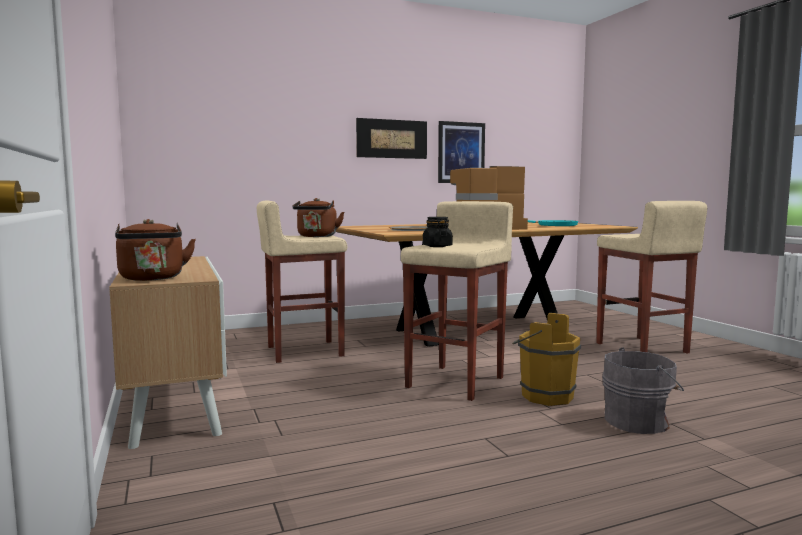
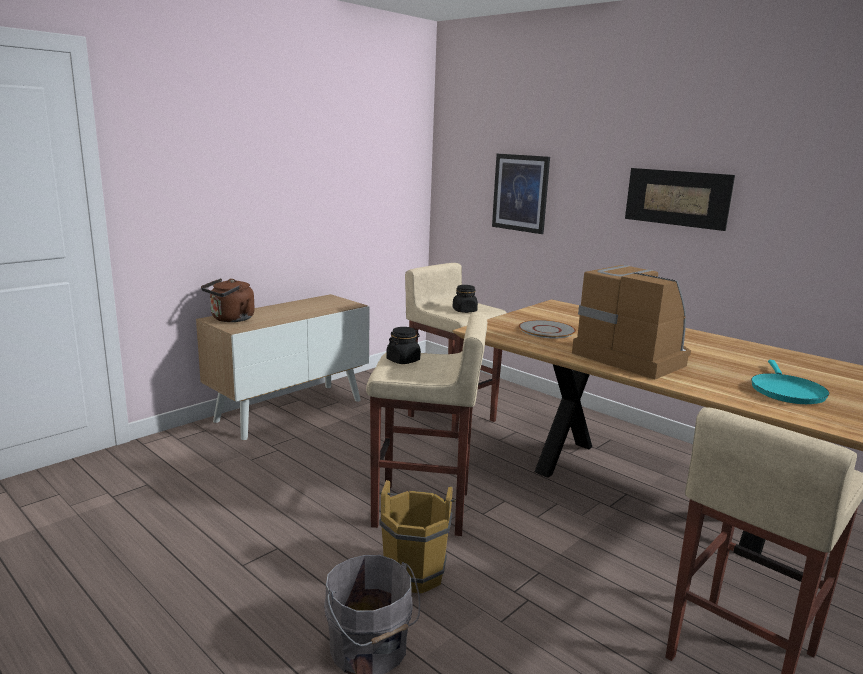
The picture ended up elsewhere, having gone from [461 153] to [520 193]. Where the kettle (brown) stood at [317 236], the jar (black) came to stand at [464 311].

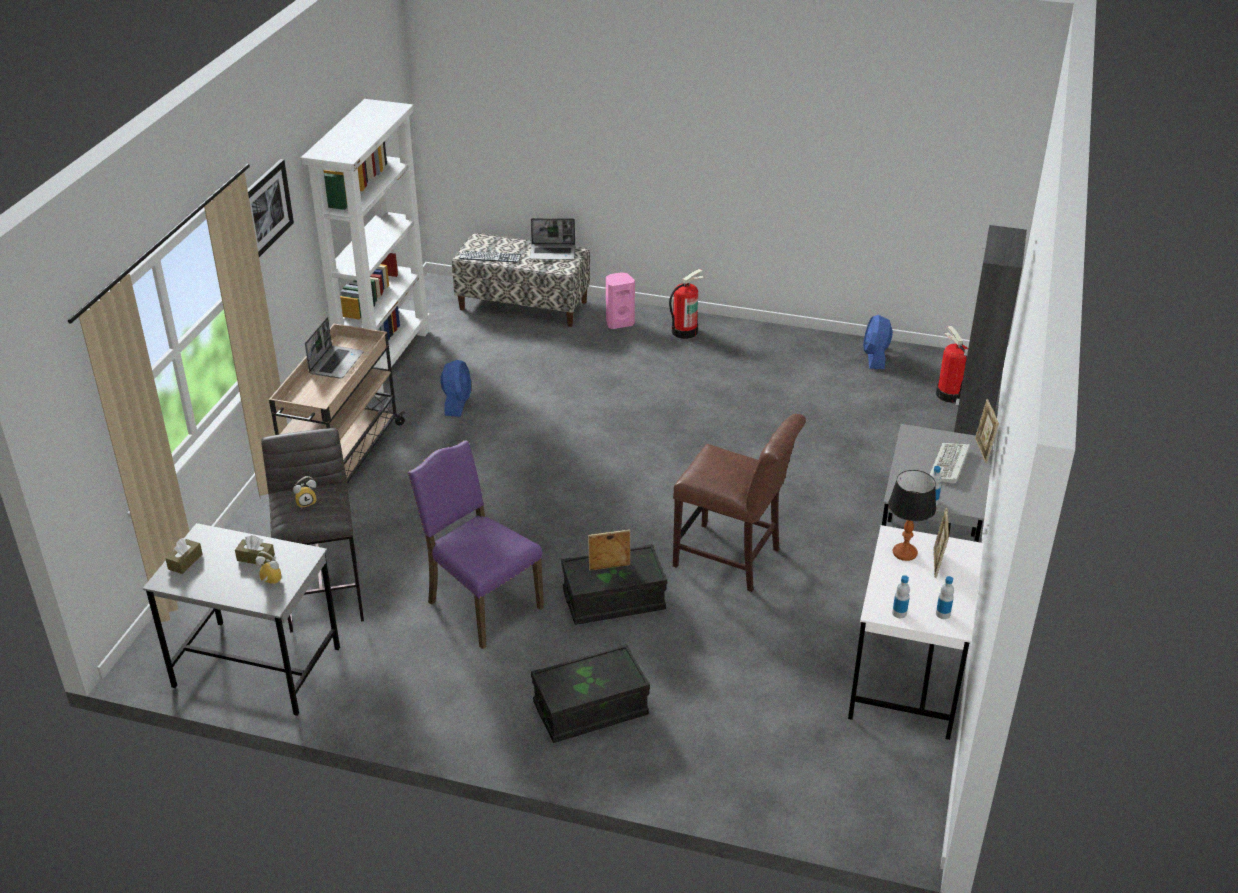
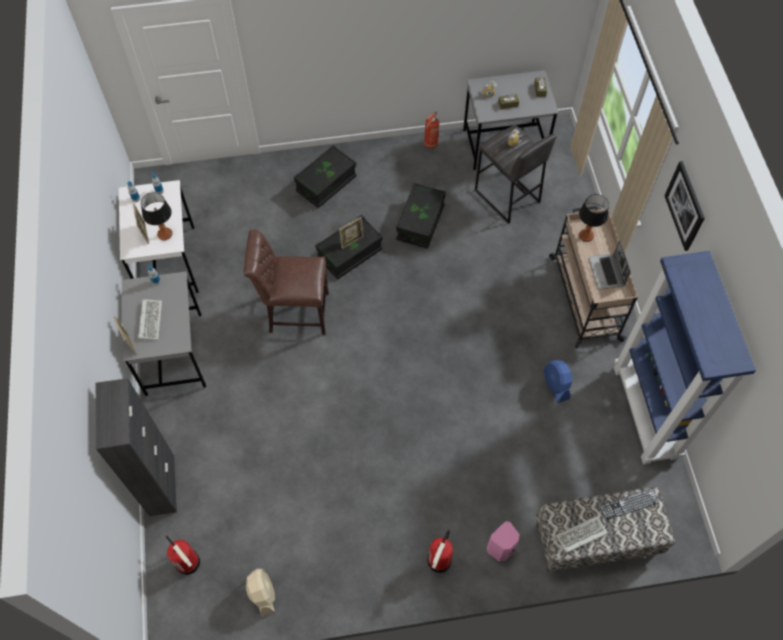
What was the bookcase (white) at [385 359] turned into the bookcase (blue) at [646 413]. Where the laptop stood at [553 253], the keyboard came to stand at [580 536]. What was the fan (blue) at [875 357] turned into the fan (beige) at [262 593]. Where the chair (purple) stood at [481 605], the storage box (black) came to stand at [420 223]. The second view gained the fire extinguisher at [430 144]. The second view gained the table lamp at [586 235].

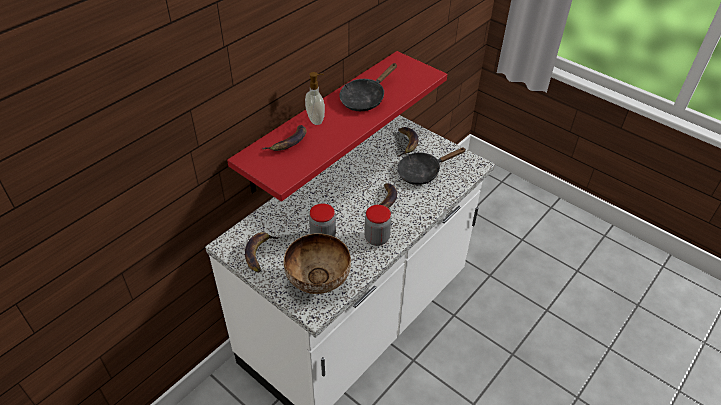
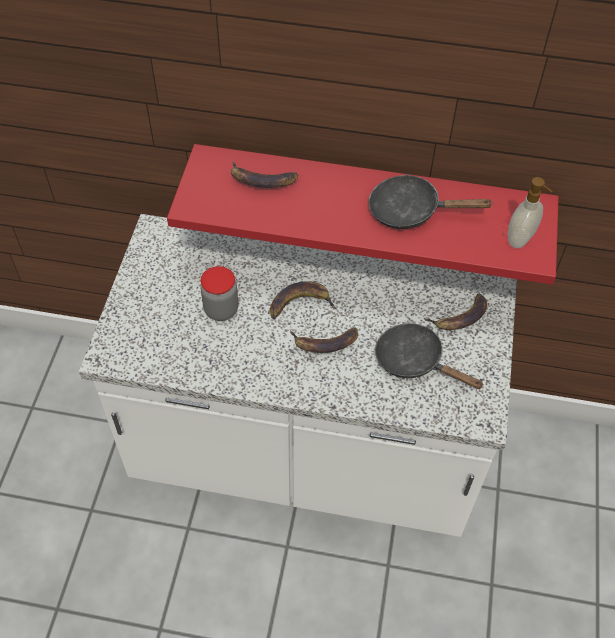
The soap dispenser ended up elsewhere, having gone from [316 119] to [521 239]. The second view lost the jar at [377 238]. The banana ended up elsewhere, having gone from [259 253] to [300 303]. The second view lost the bowl at [317 283].

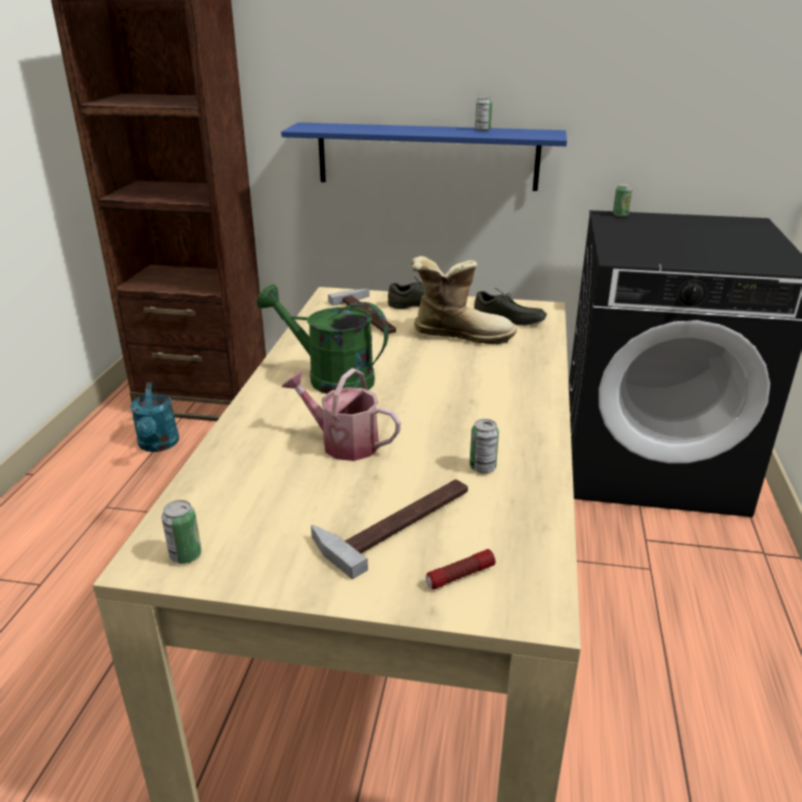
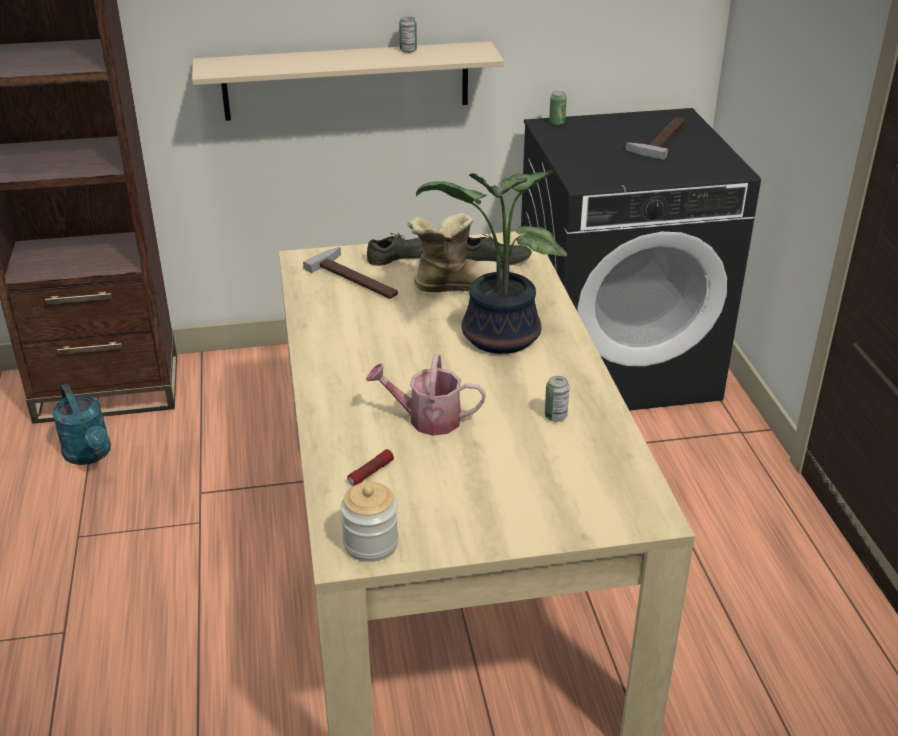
What was the shelf (blue) at [427 156] turned into the shelf (beige) at [346 81]. The second view lost the watering can (green) at [330 378]. The hammer ended up elsewhere, having gone from [396 520] to [659 138]. Where the can stood at [185 555], the jar came to stand at [371 543]. The flashlight ended up elsewhere, having gone from [460 576] to [370 473]. The second view gained the potted plant at [496 338].

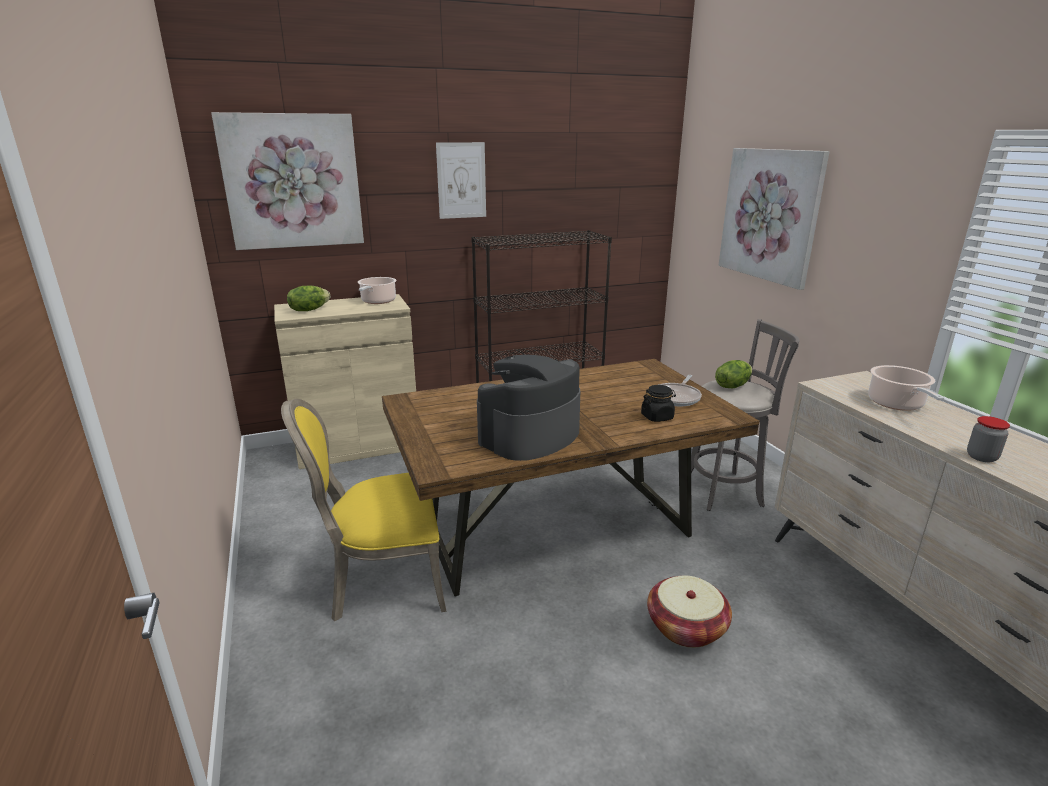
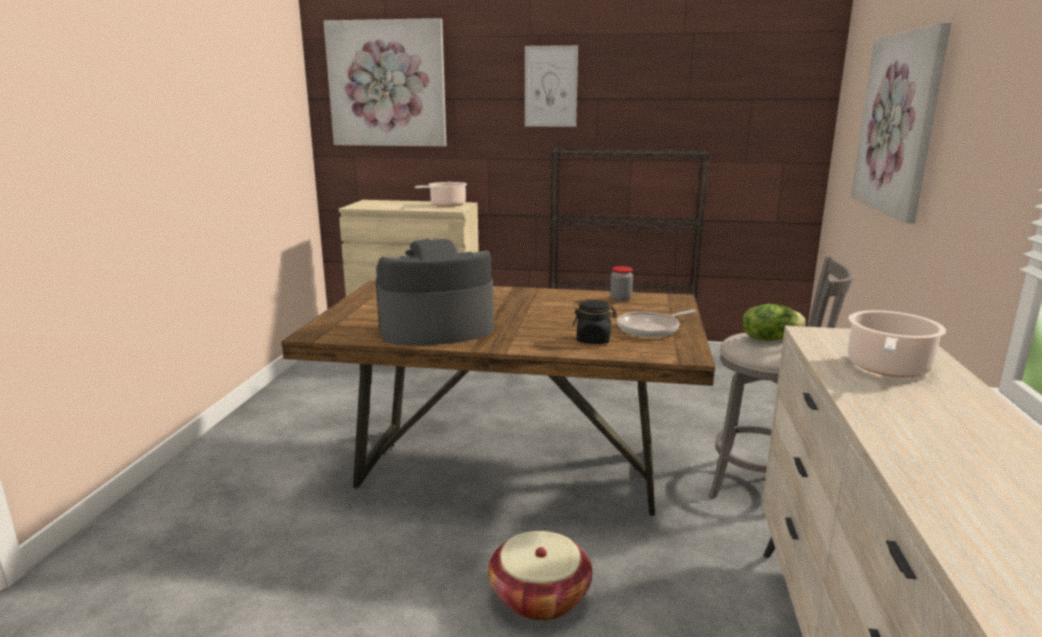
The second view lost the lettuce at [309 310]. The second view lost the chair (yellow) at [382 582]. The jar ended up elsewhere, having gone from [981 457] to [620 299].

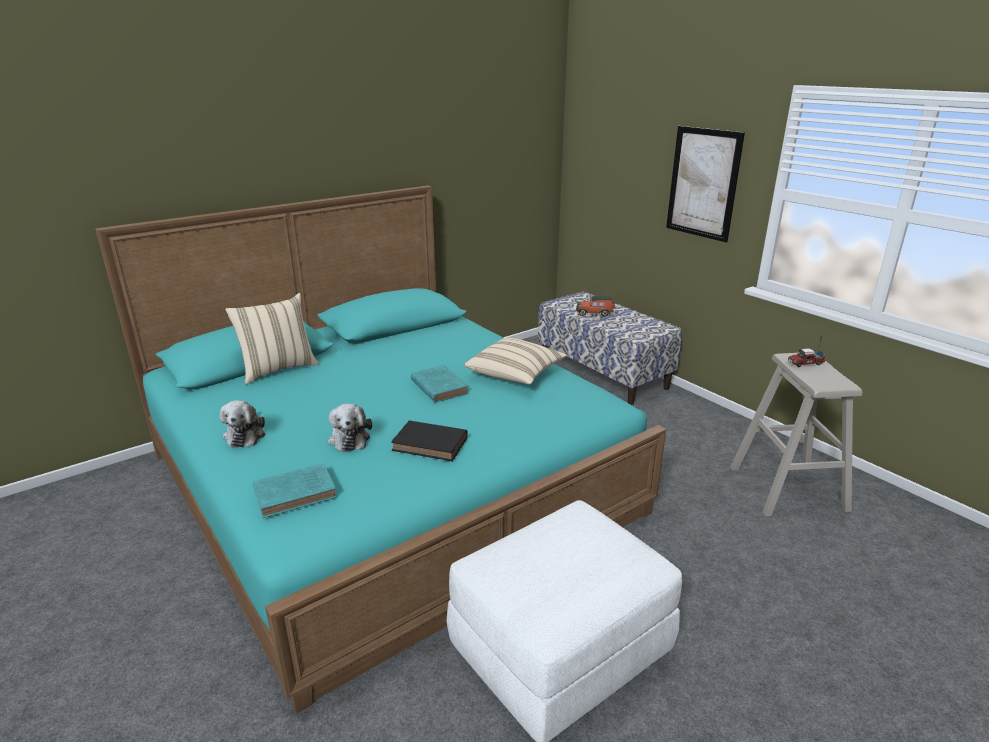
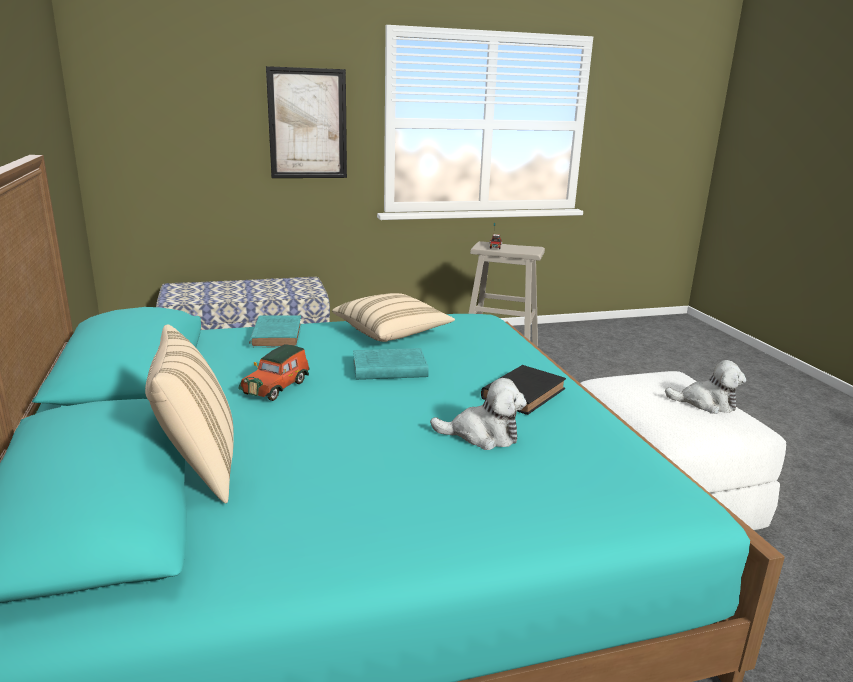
The toy car ended up elsewhere, having gone from [595 313] to [277 386]. The plush toy ended up elsewhere, having gone from [245 434] to [706 403]. The book (turquoise) ended up elsewhere, having gone from [297 493] to [277 335].

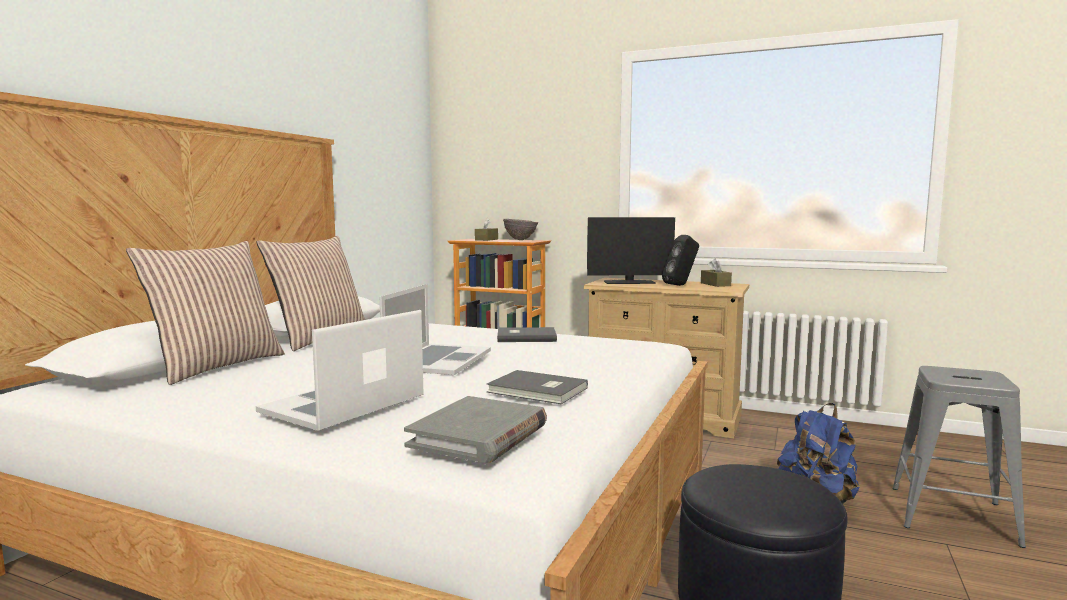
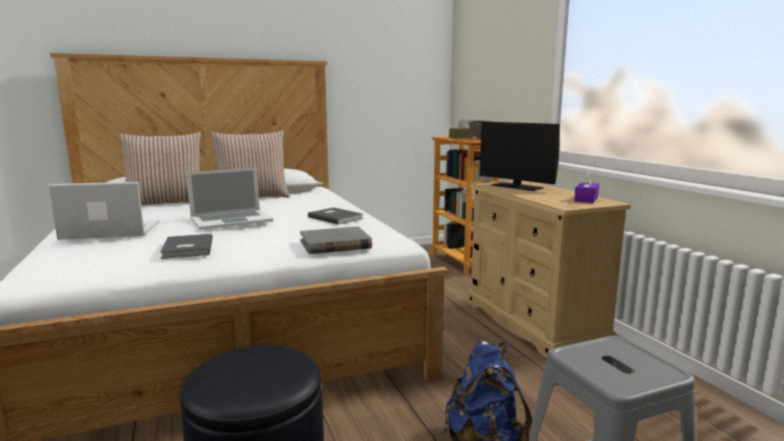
The second view lost the speaker (black) at [681 285]. What was the tissue box (brown) at [715 284] turned into the tissue box (purple) at [586 199]. The book (grey) ended up elsewhere, having gone from [479 435] to [335 244].

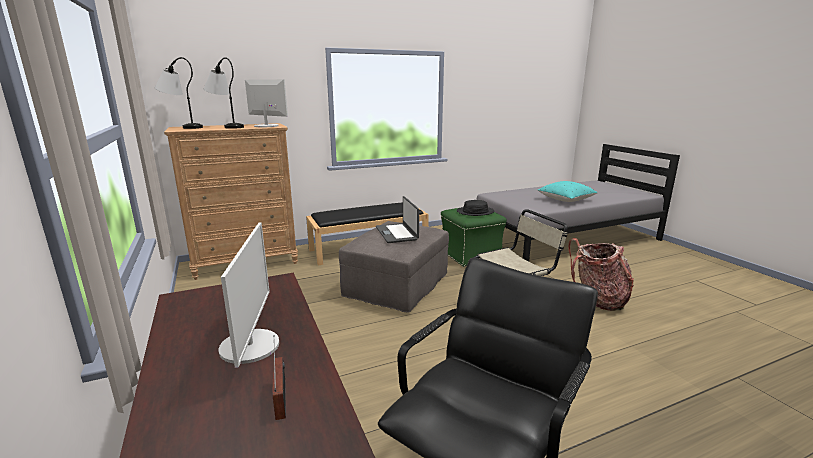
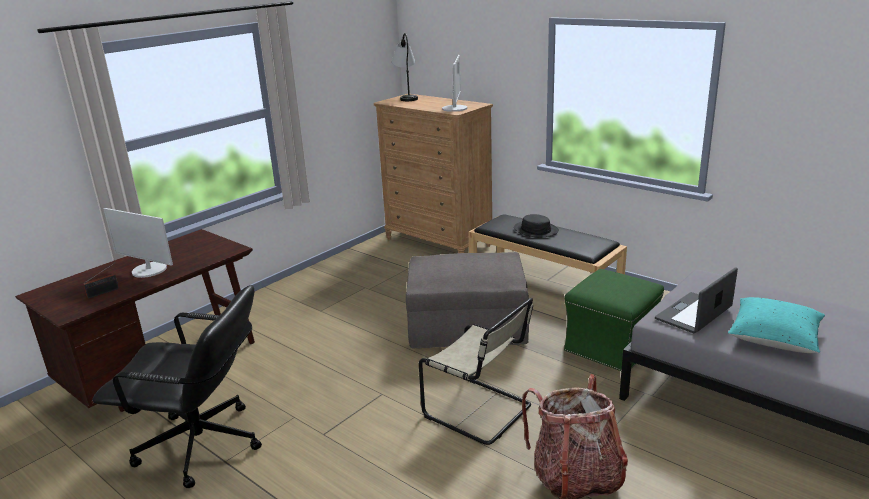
The second view lost the table lamp at [227 126]. The laptop ended up elsewhere, having gone from [397 233] to [694 314]. The hat (black) ended up elsewhere, having gone from [475 212] to [535 230]. The monitor at [250 346] ended up facing another way, 60 degrees clockwise from before.

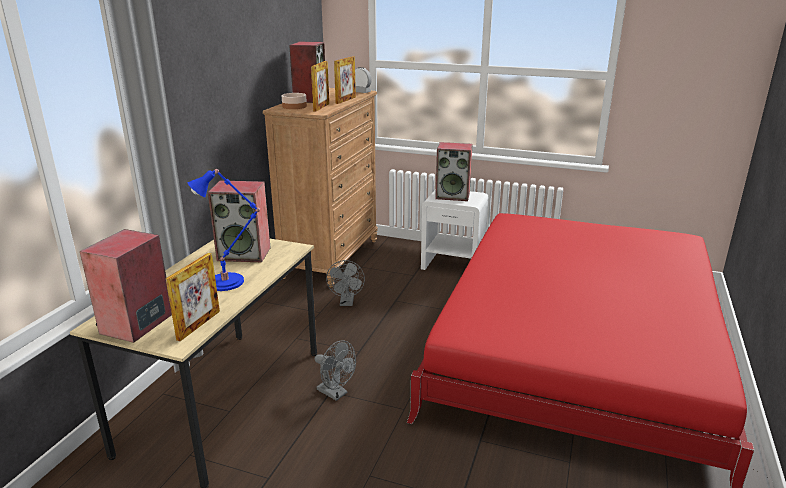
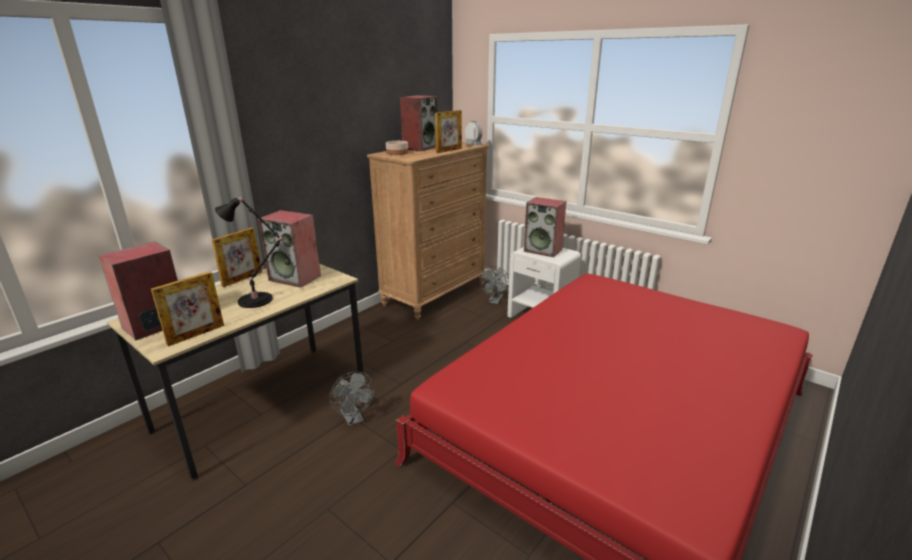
The picture frame ended up elsewhere, having gone from [321 107] to [242 279]. What was the table lamp (blue) at [229 282] turned into the table lamp (black) at [258 300]. The fan (grey) ended up elsewhere, having gone from [347 302] to [494 301].

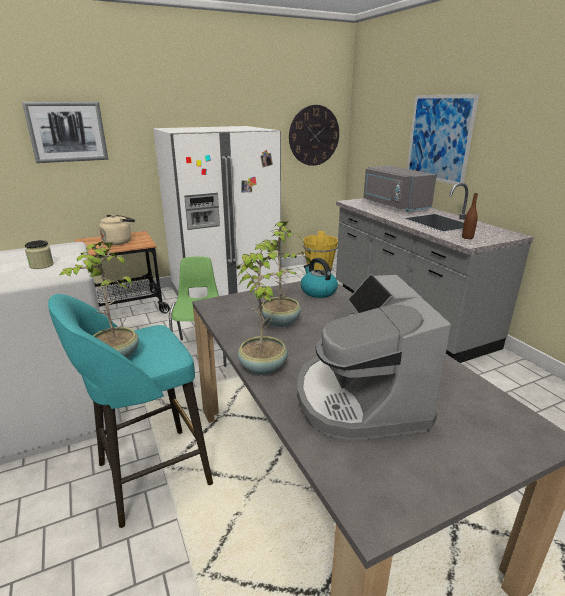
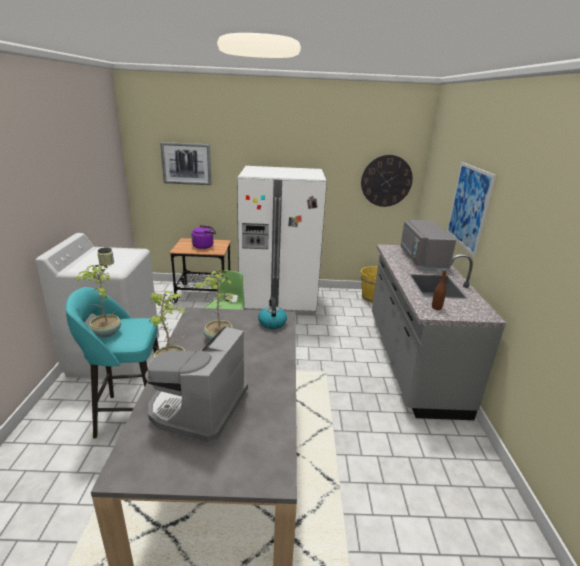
What was the kettle (beige) at [119 242] turned into the kettle (purple) at [204 246].

